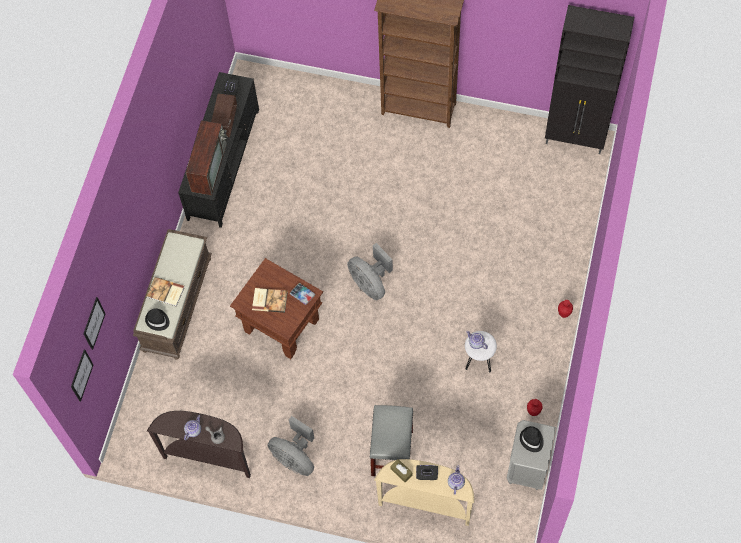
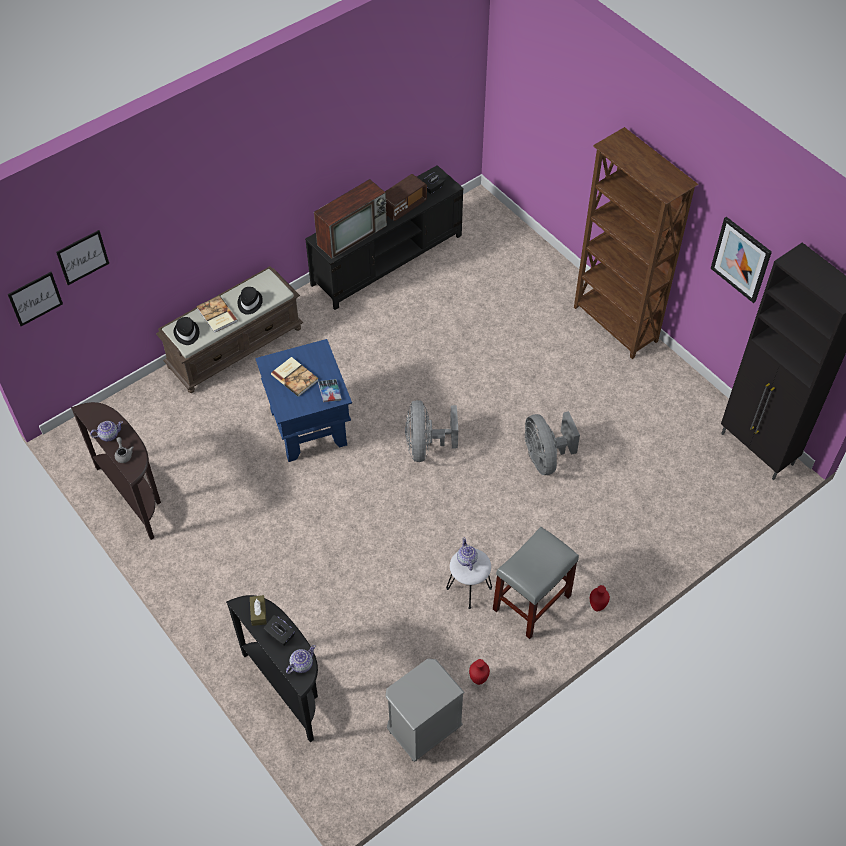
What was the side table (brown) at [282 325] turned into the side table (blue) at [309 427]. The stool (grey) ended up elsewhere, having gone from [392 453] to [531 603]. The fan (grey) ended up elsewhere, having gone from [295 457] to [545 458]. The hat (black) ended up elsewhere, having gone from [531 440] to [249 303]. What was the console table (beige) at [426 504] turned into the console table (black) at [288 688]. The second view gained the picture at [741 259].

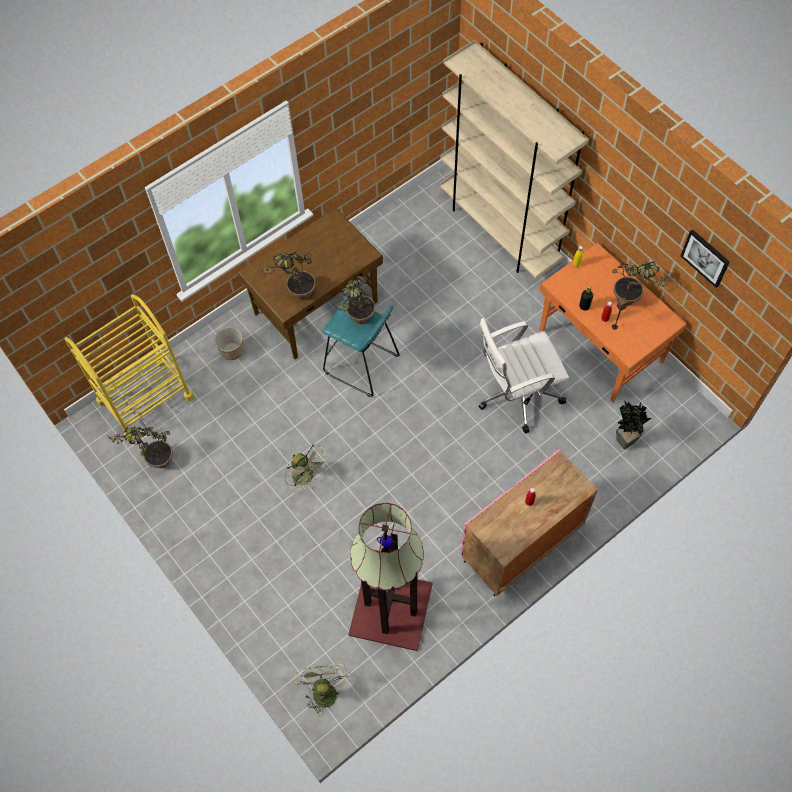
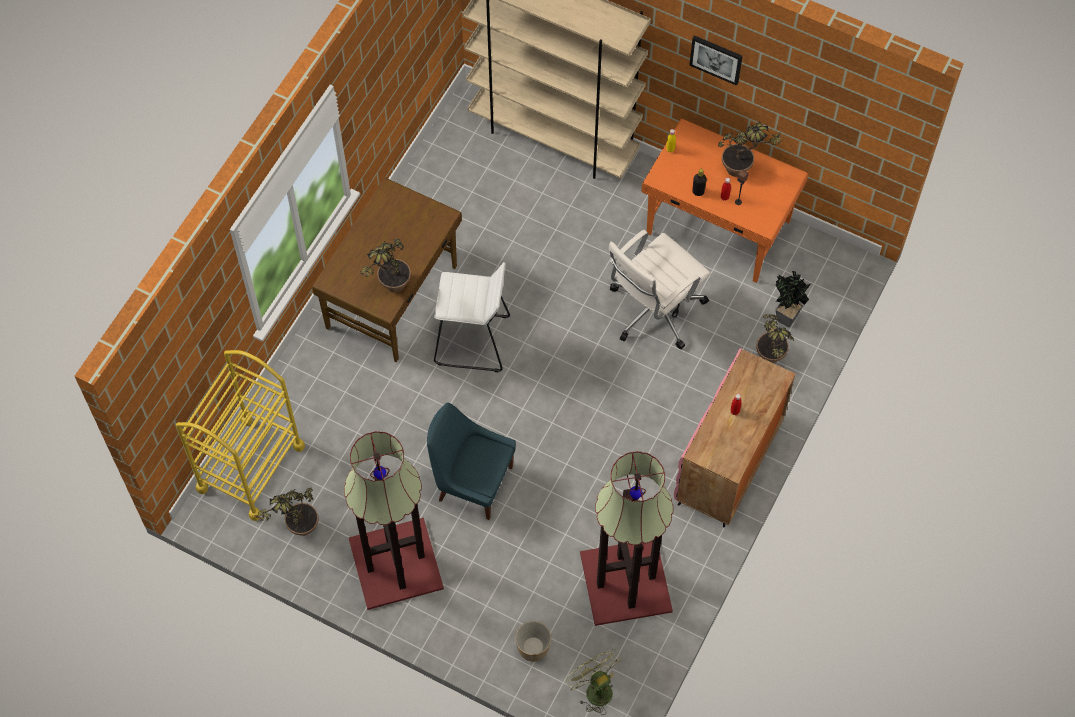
The picture ended up elsewhere, having gone from [705 257] to [716 59]. The potted plant ended up elsewhere, having gone from [358 322] to [770 362]. What was the stool (turquoise) at [361 365] turned into the stool (white) at [473 341]. The planter ended up elsewhere, having gone from [231 350] to [532 647]. Where the fan (green) stood at [307 477], the chair (blue) came to stand at [472 482]. The second view gained the floor lamp at [395 565].

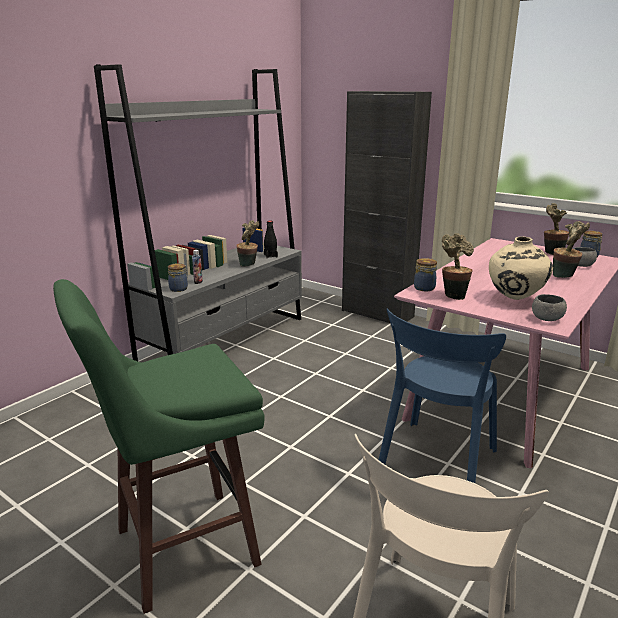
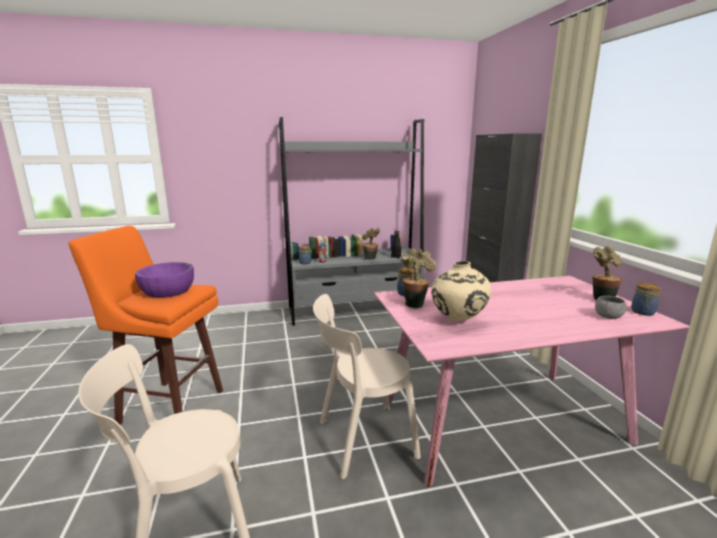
The second view lost the potted plant at [564 276]. What was the stool (green) at [181 548] turned into the stool (orange) at [170 406]. The second view lost the bowl (grey) at [546 319]. What was the chair (blue) at [436 462] turned into the chair (beige) at [362 440]. The second view gained the bowl (purple) at [168 291].

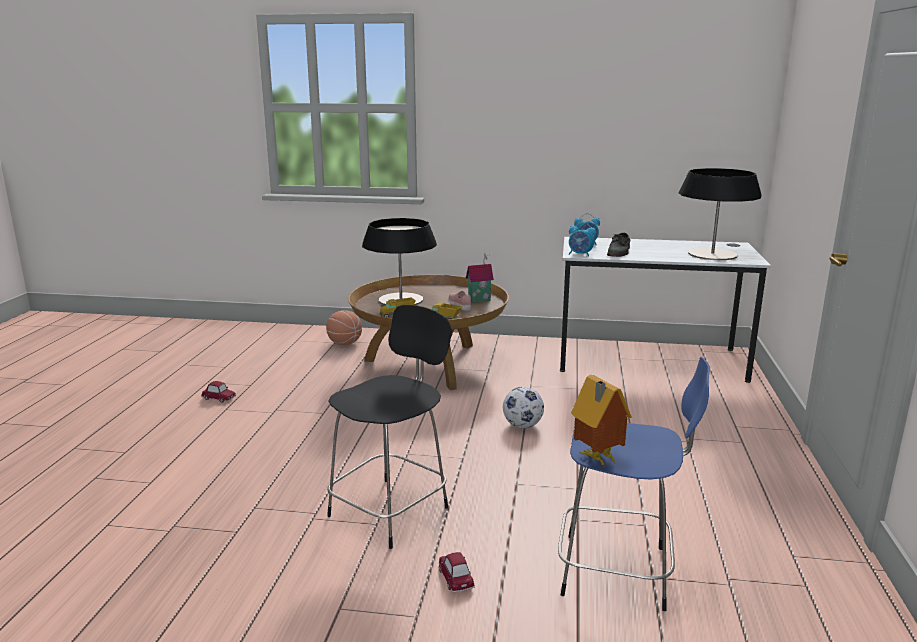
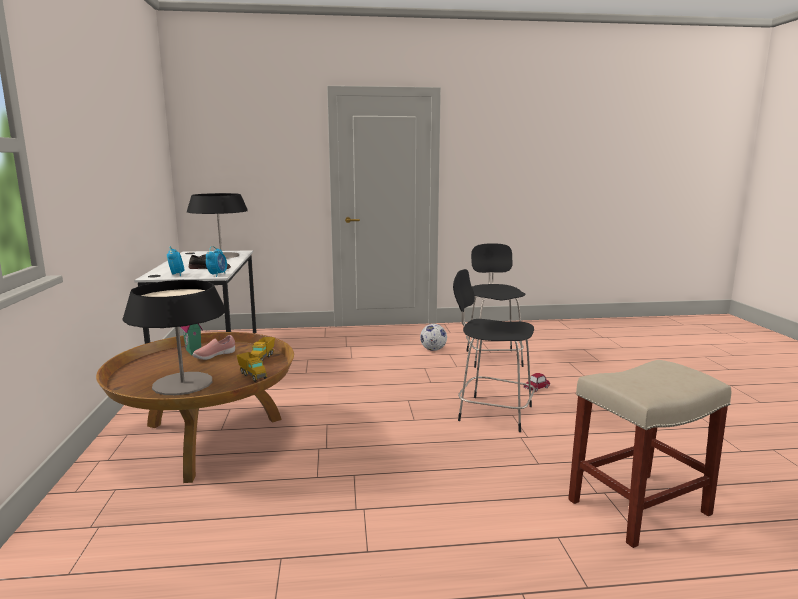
The second view lost the basketball at [344 343]. What was the stool (blue) at [619 572] turned into the stool (black) at [493 357]. The second view lost the toy house at [596 458]. The second view lost the toy car at [219 398]. The football ended up elsewhere, having gone from [522 426] to [433 350]. The second view gained the stool (beige) at [638 508].

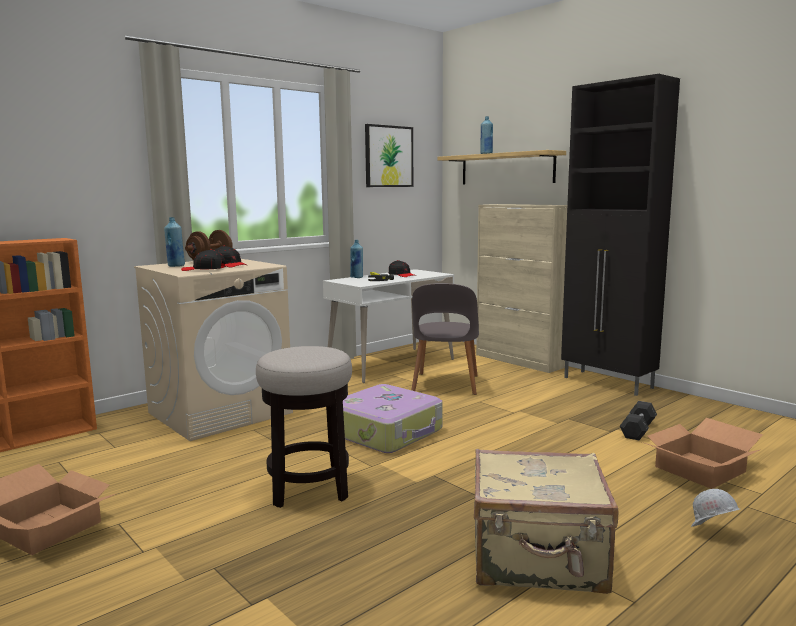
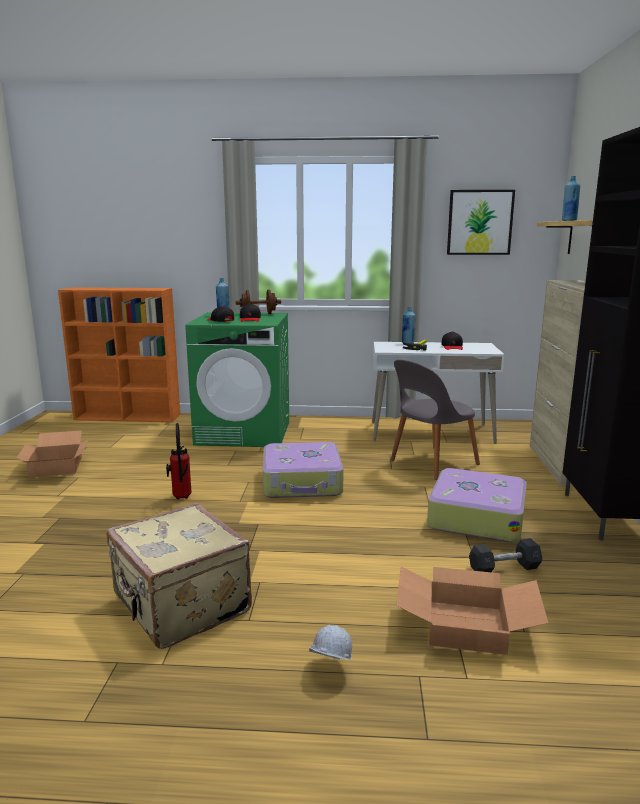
What was the washing machine (beige) at [221 412] turned into the washing machine (green) at [244 433]. Where the stool stood at [308 488], the fire extinguisher came to stand at [181 498]. The second view gained the suitcase at [476 517].

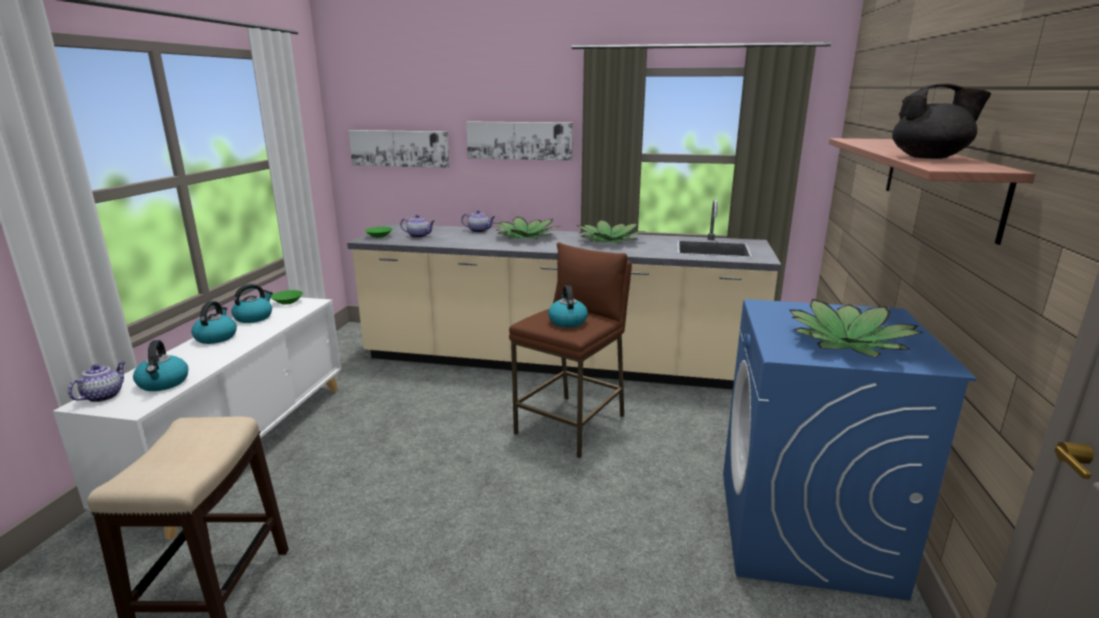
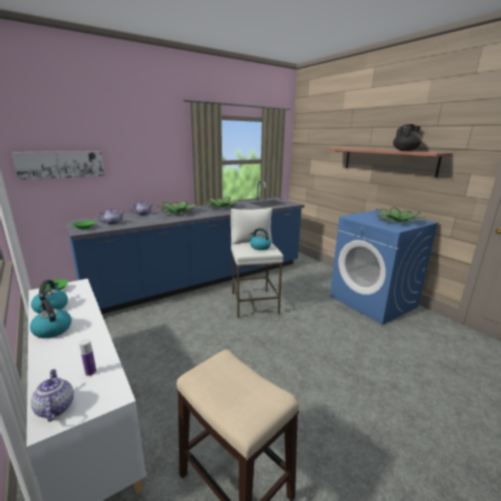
The second view lost the picture at [519 140]. What was the counter (beige) at [558 363] turned into the counter (blue) at [203 280]. What was the stool (brown) at [571 424] turned into the stool (white) at [253 303]. Where the kettle stood at [163 383], the bottle came to stand at [90 372].

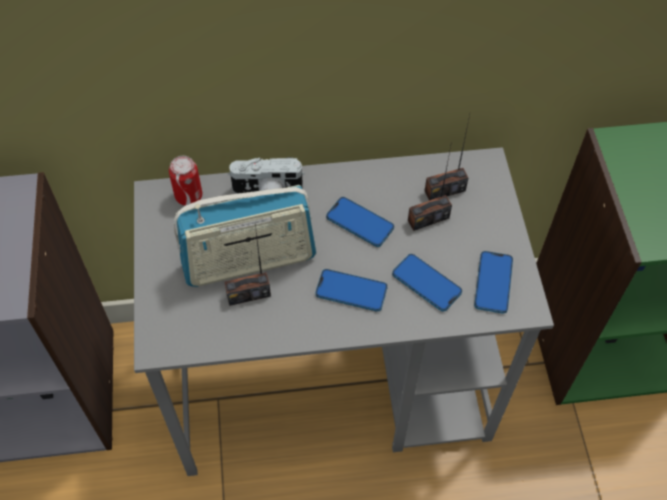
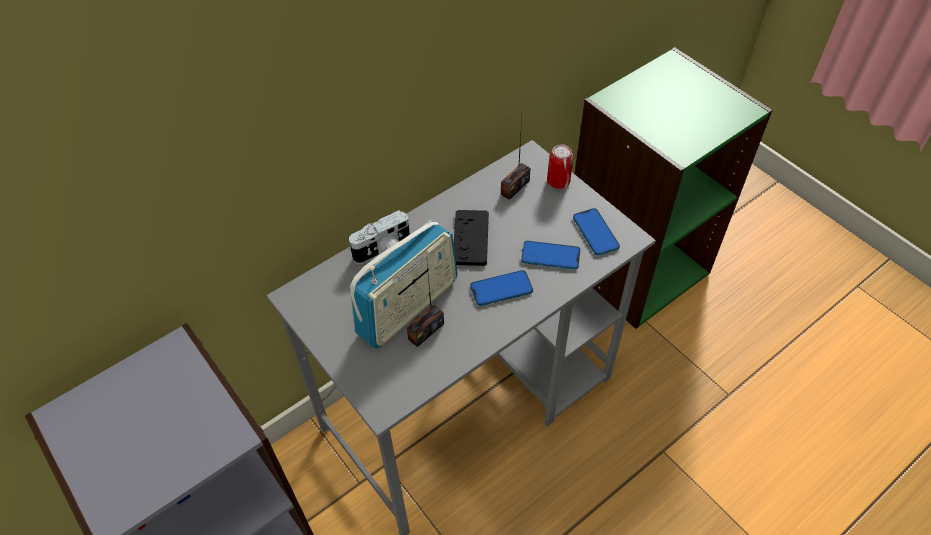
The second view lost the radio at [428 219]. The can ended up elsewhere, having gone from [188 196] to [558 182]. Where the phone stood at [360 222], the game controller (black) came to stand at [471 238].

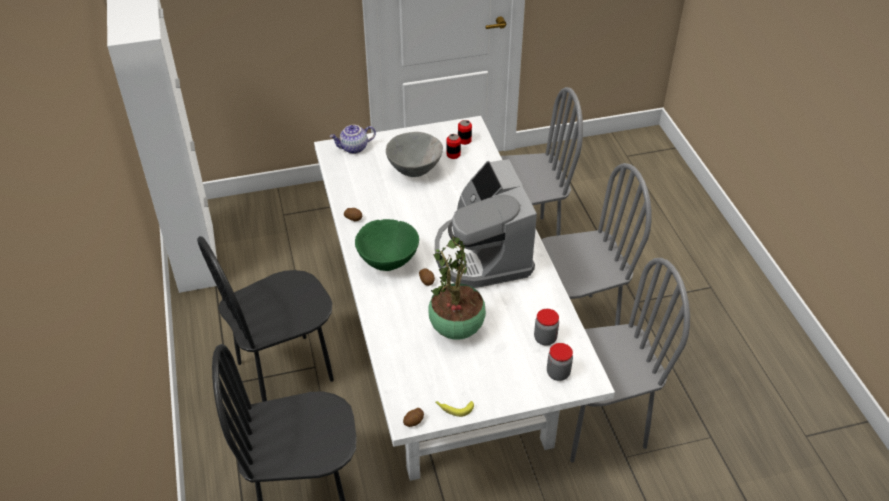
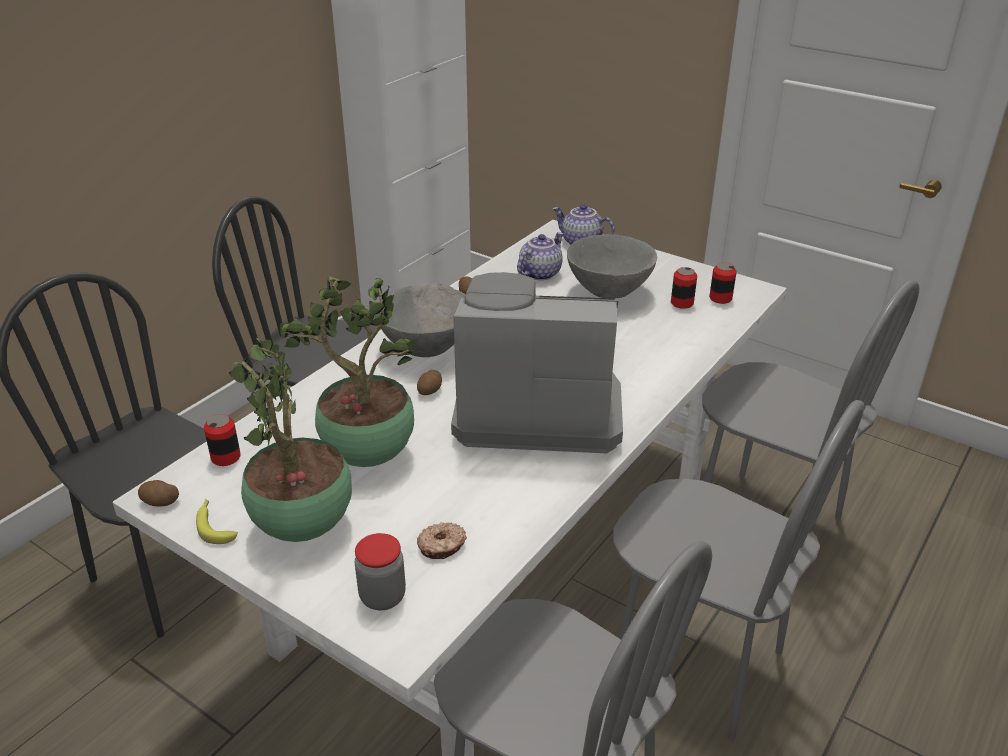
The coffee machine at [482 254] ended up facing another way, 60 degrees clockwise from before. What was the bowl (green) at [388 262] turned into the bowl (grey) at [427 349]. Where the jar stood at [545 338], the donut came to stand at [442 546]. The second view gained the teapot at [539 273]. The second view gained the potted plant at [303 528]. The second view gained the can at [226 457].

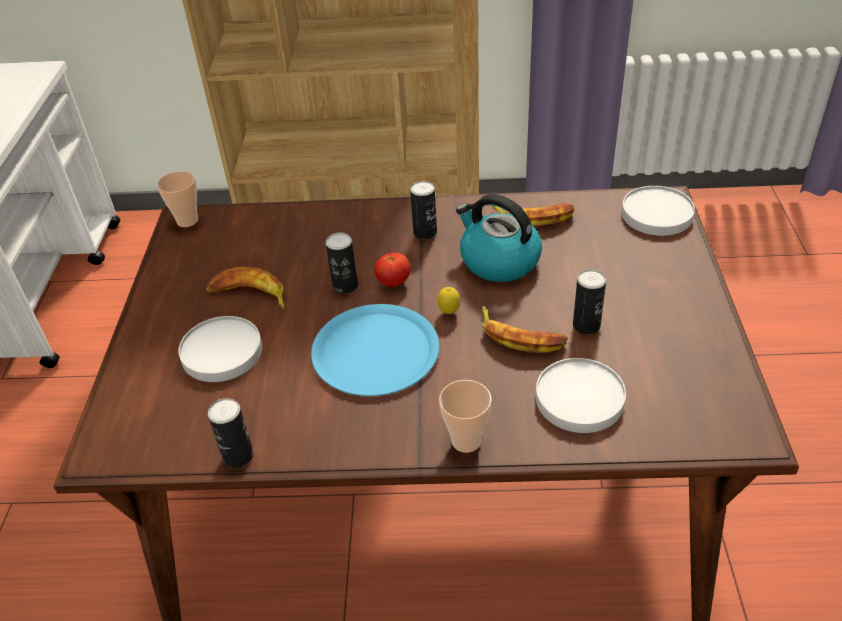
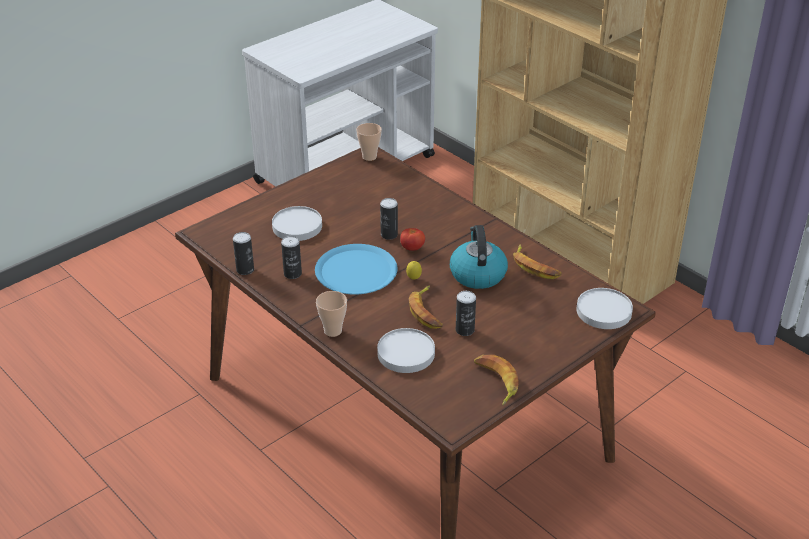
The can ended up elsewhere, having gone from [425 232] to [292 274]. The banana ended up elsewhere, having gone from [249 296] to [495 382].

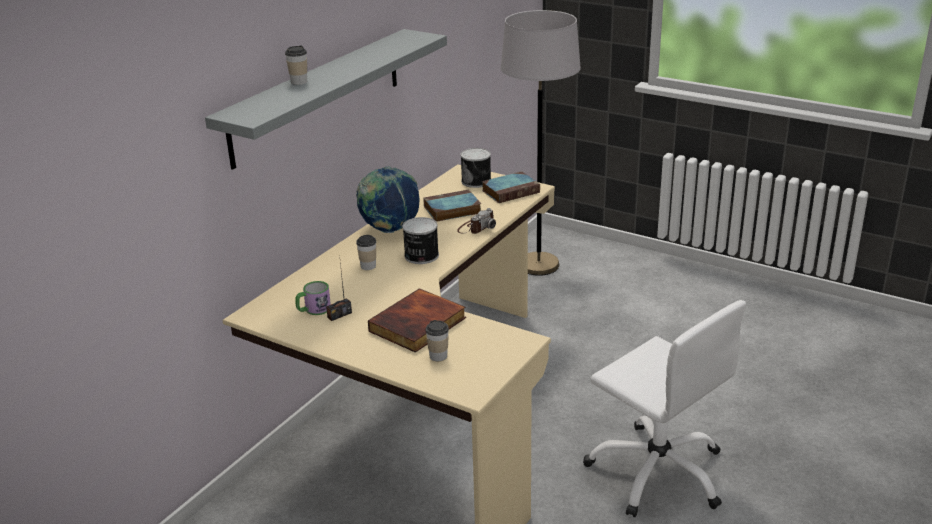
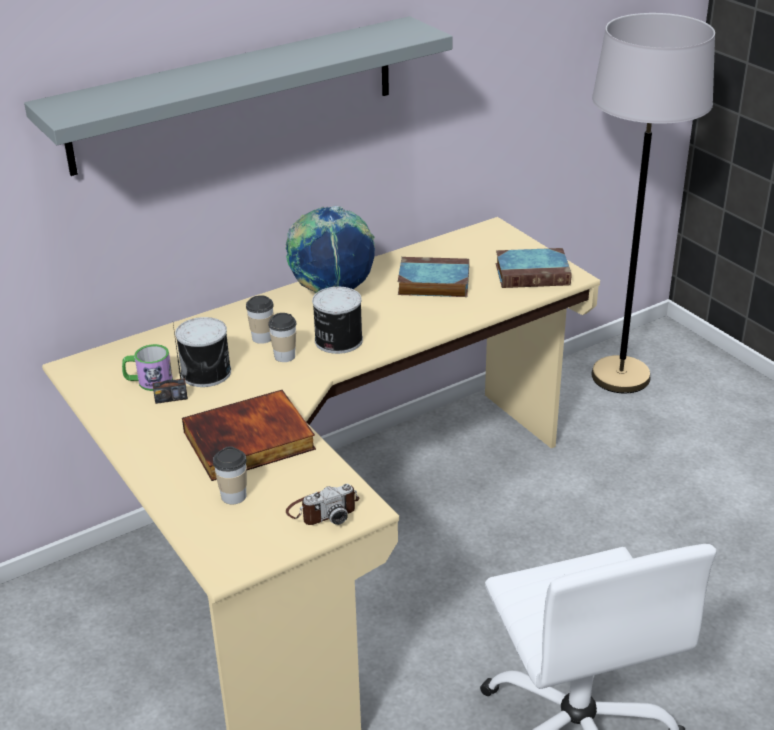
The cup ended up elsewhere, having gone from [299 82] to [284 356]. The can ended up elsewhere, having gone from [477 181] to [207 372]. The photo camera ended up elsewhere, having gone from [476 228] to [323 510].

